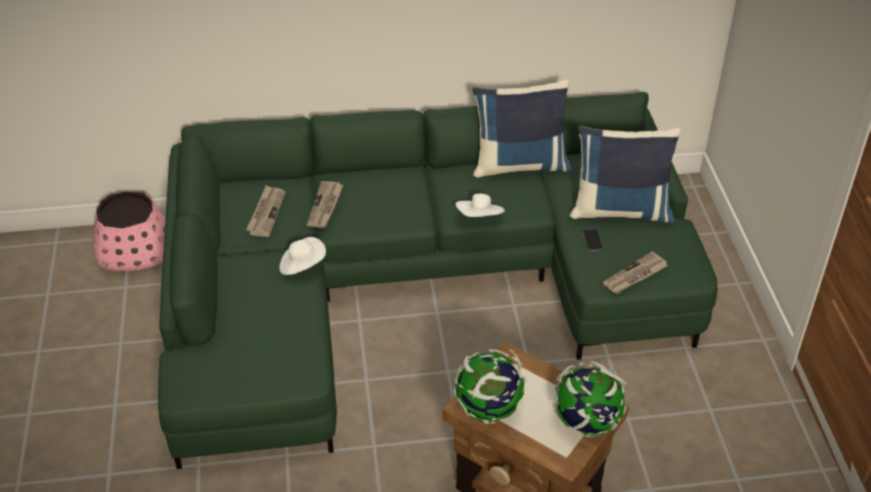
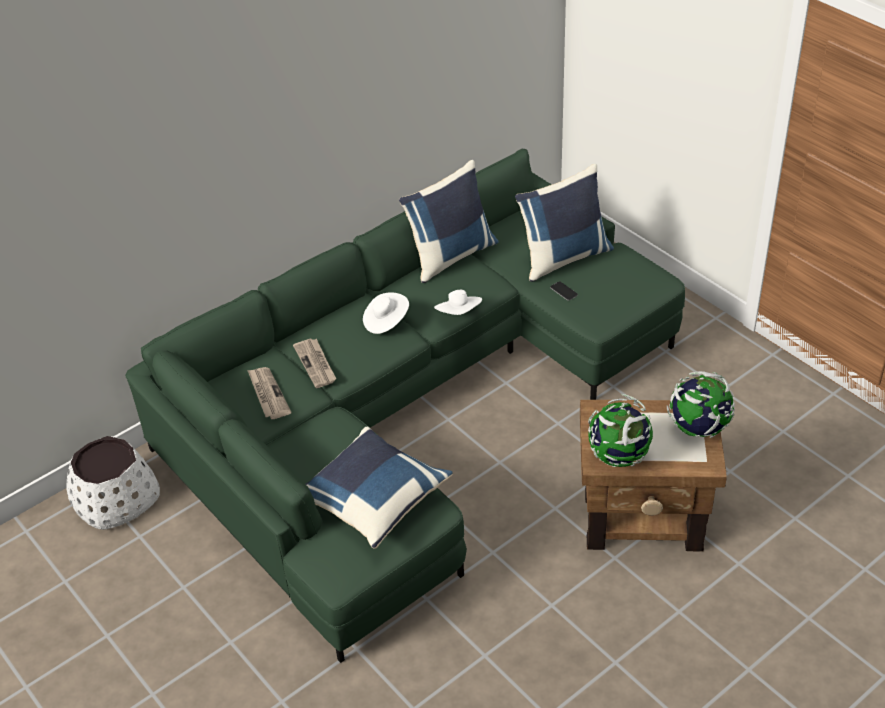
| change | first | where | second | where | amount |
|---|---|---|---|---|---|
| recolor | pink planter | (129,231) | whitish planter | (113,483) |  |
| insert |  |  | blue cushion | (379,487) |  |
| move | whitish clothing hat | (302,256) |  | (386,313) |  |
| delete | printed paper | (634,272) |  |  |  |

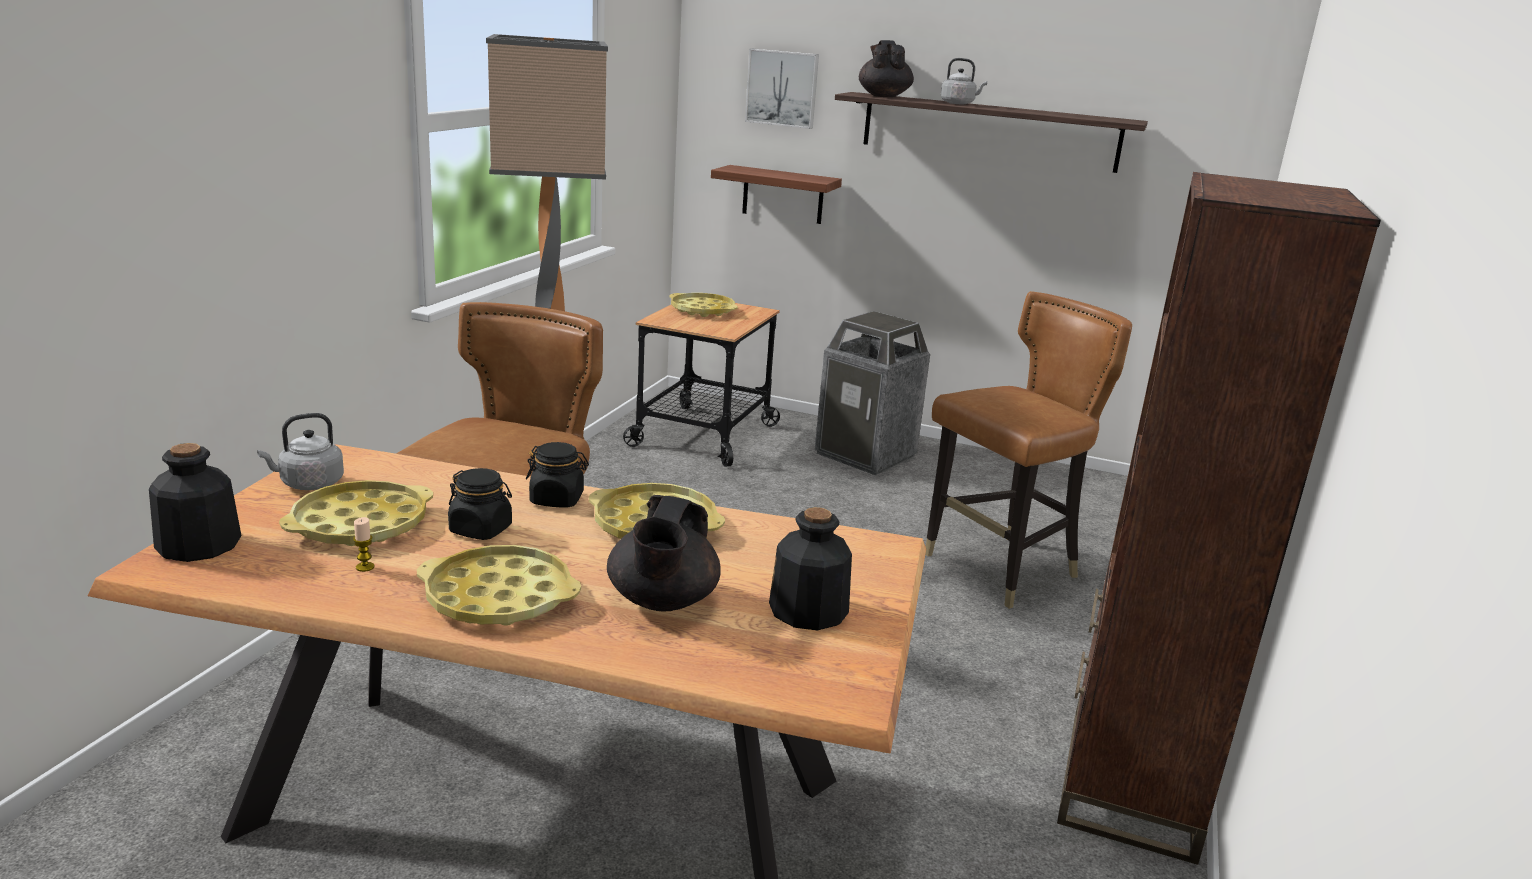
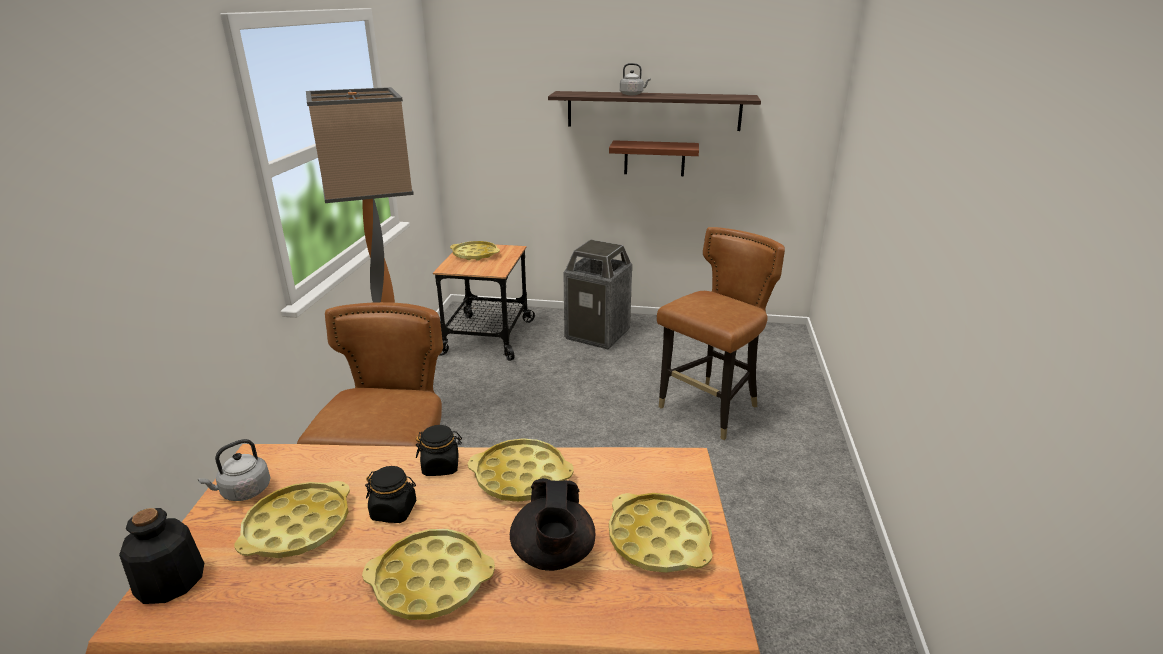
| change | first | where | second | where | amount |
|---|---|---|---|---|---|
| move | bracket shelf | (776,194) |  | (654,158) |  |
| replace | beverage bottle | (810,568) | yellow-coloured serving tray | (661,533) |  |
| delete | candle | (363,544) |  |  |  |
| delete | wall art | (782,89) |  |  |  |
| delete | black-coloured teapot | (886,68) |  |  |  |
| delete | brown-coloured bookcase | (1219,518) |  |  |  |

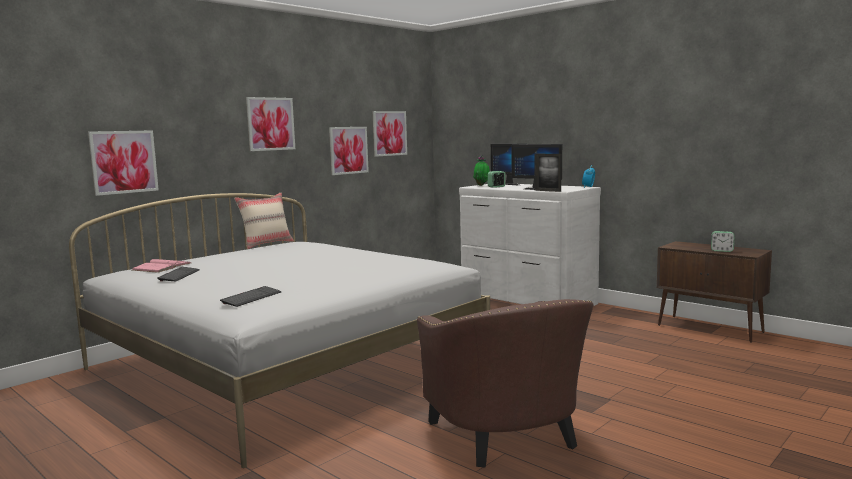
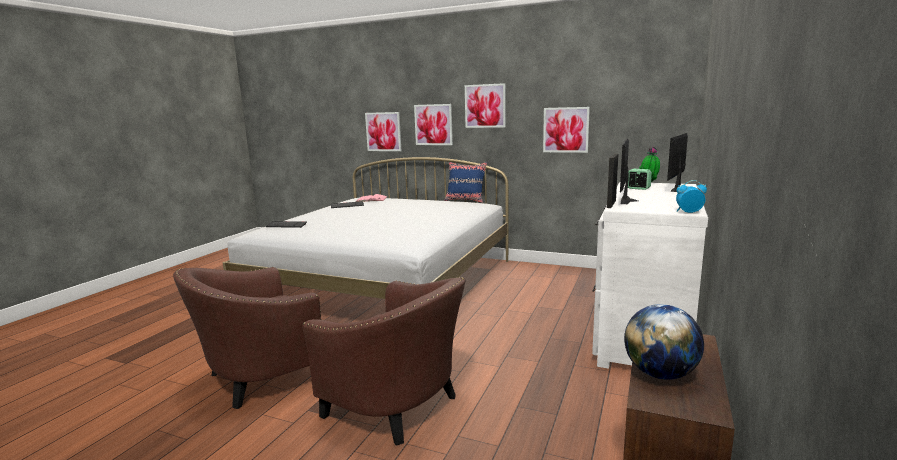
| change | first | where | second | where | amount |
|---|---|---|---|---|---|
| insert |  |  | brown-coloured easy chair | (383,361) |  |
| move | wall art | (390,134) |  | (433,124) |  |
| recolor | beige-coloured cushion | (264,221) | blue cushion | (466,182) |  |
| replace | table clock | (723,241) | globe | (664,342) |  |

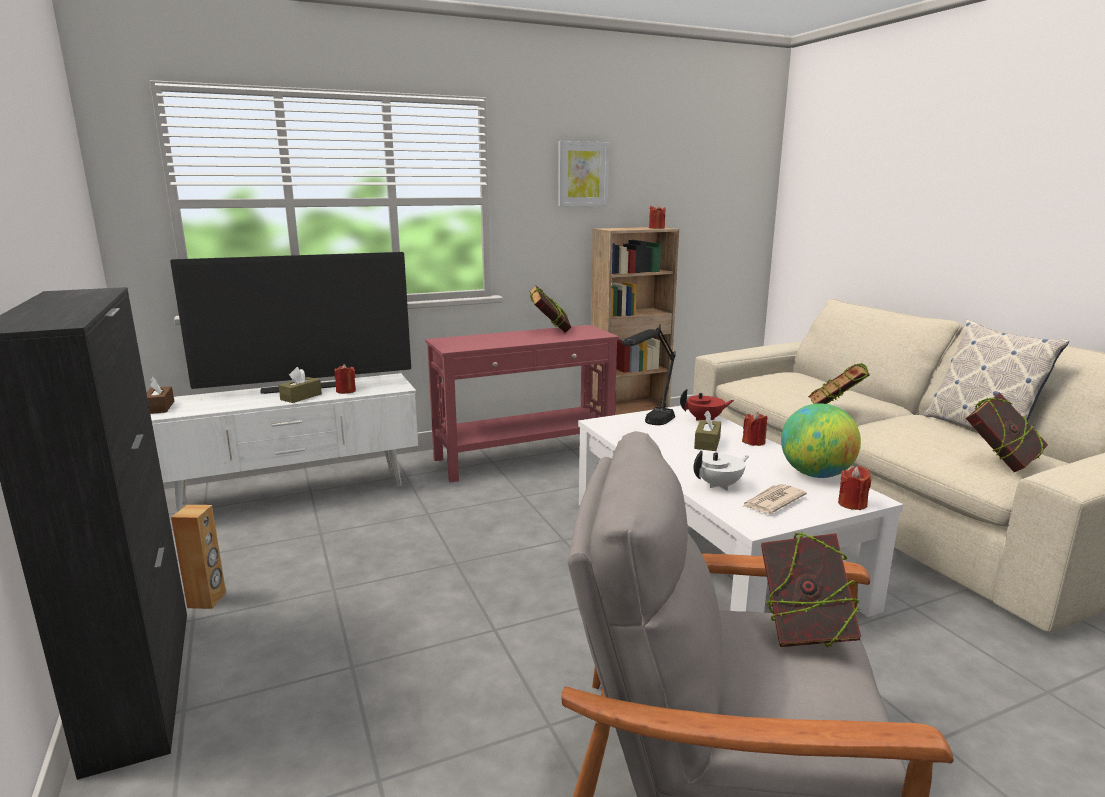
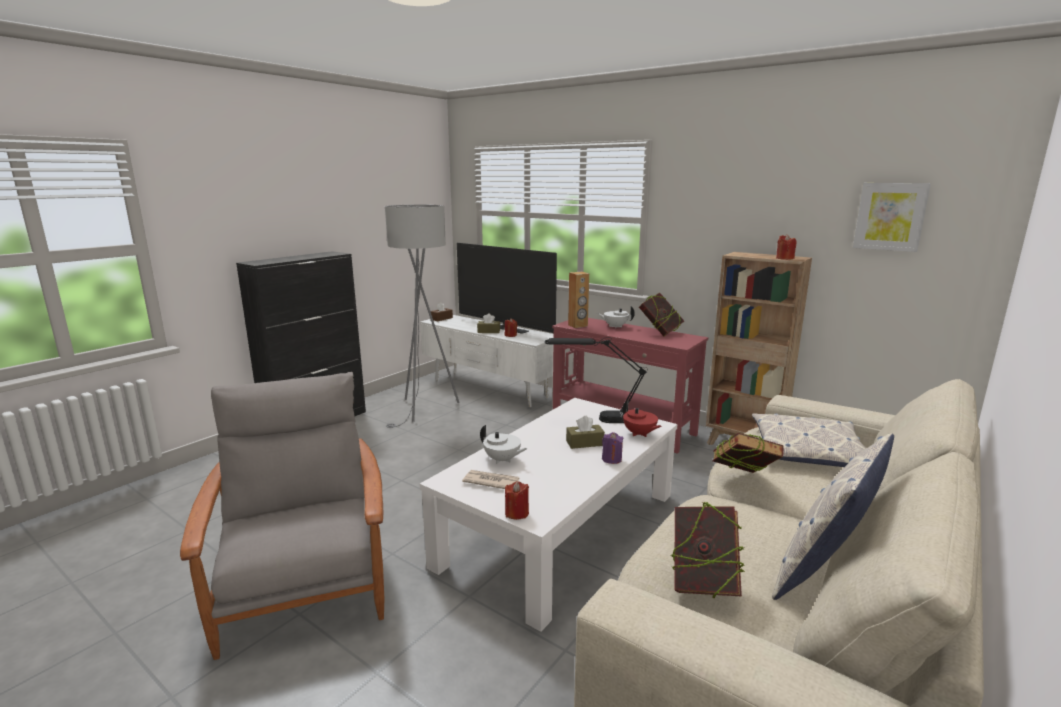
| change | first | where | second | where | amount |
|---|---|---|---|---|---|
| insert |  |  | gray floor lamp | (422,316) |  |
| move | brown-coloured audio speaker | (198,557) |  | (578,300) |  |
| insert |  |  | whitish teapot | (616,316) |  |
| recolor | reddish candle | (755,429) | purplish candle | (612,448) |  |
| insert |  |  | cushion | (809,440) |  |
| move | wall art | (583,174) |  | (892,217) |  |
| delete | book | (811,589) |  |  |  |
| delete | globe | (821,440) |  |  |  |

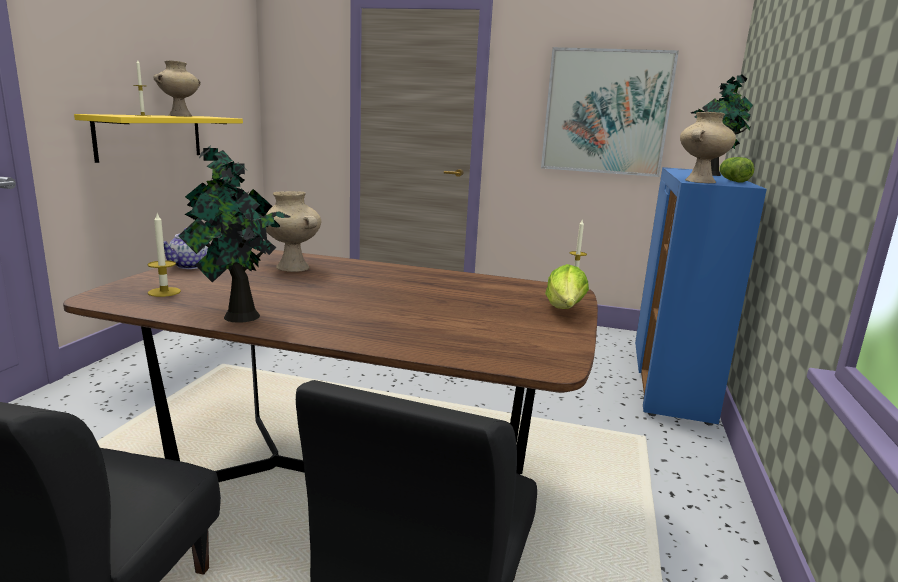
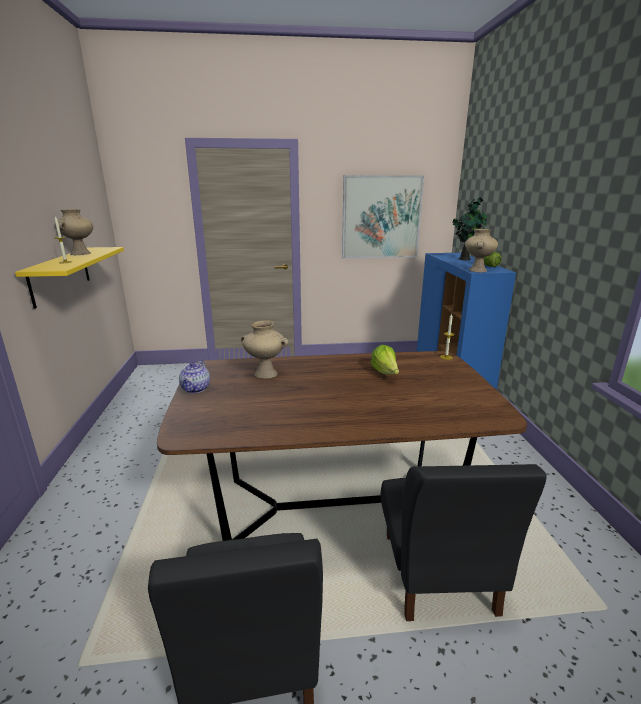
| change | first | where | second | where | amount |
|---|---|---|---|---|---|
| move | lettuce head | (567,286) |  | (385,360) |  |
| delete | candle | (164,255) |  |  |  |
| delete | houseplant | (234,234) |  |  |  |

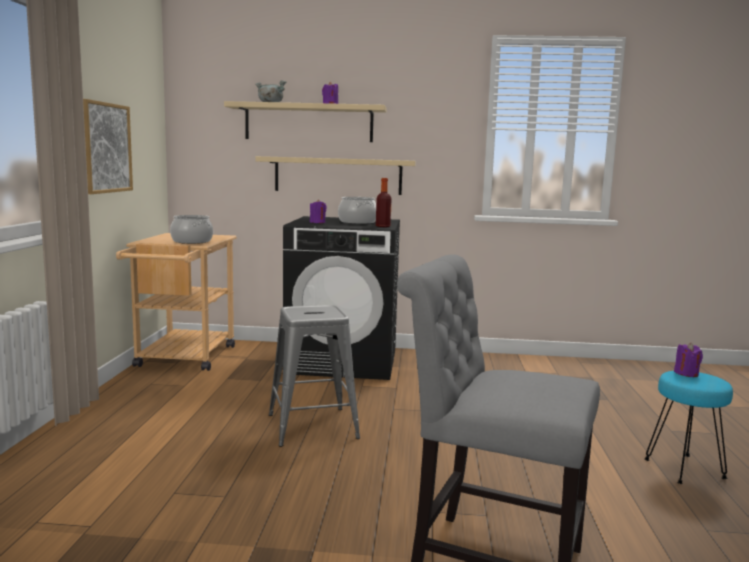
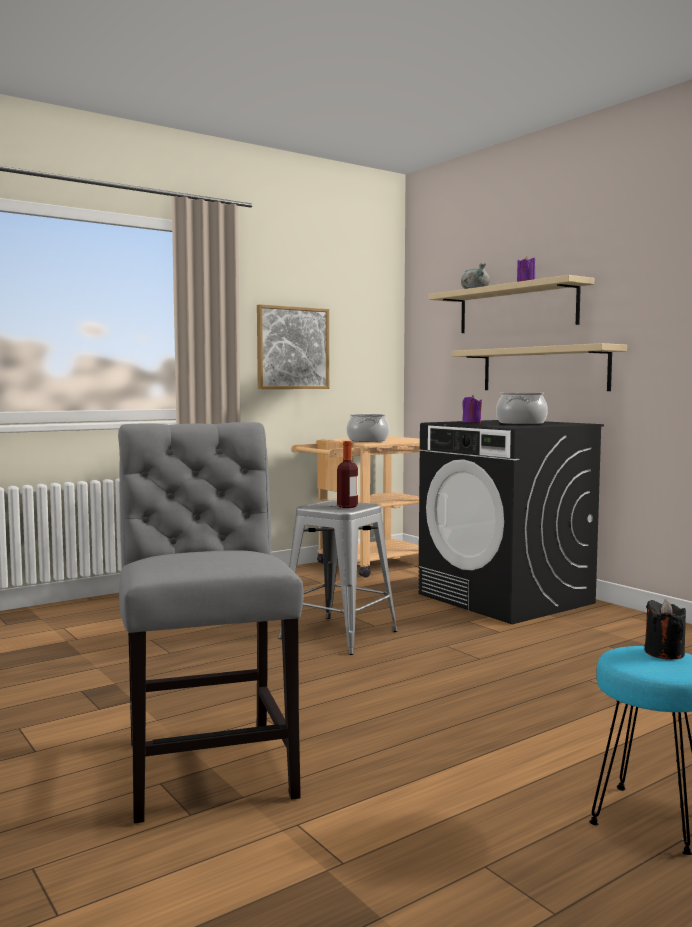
| change | first | where | second | where | amount |
|---|---|---|---|---|---|
| move | beverage bottle | (384,202) |  | (347,474) |  |
| recolor | purplish candle | (688,360) | black-coloured candle | (665,629) |  |

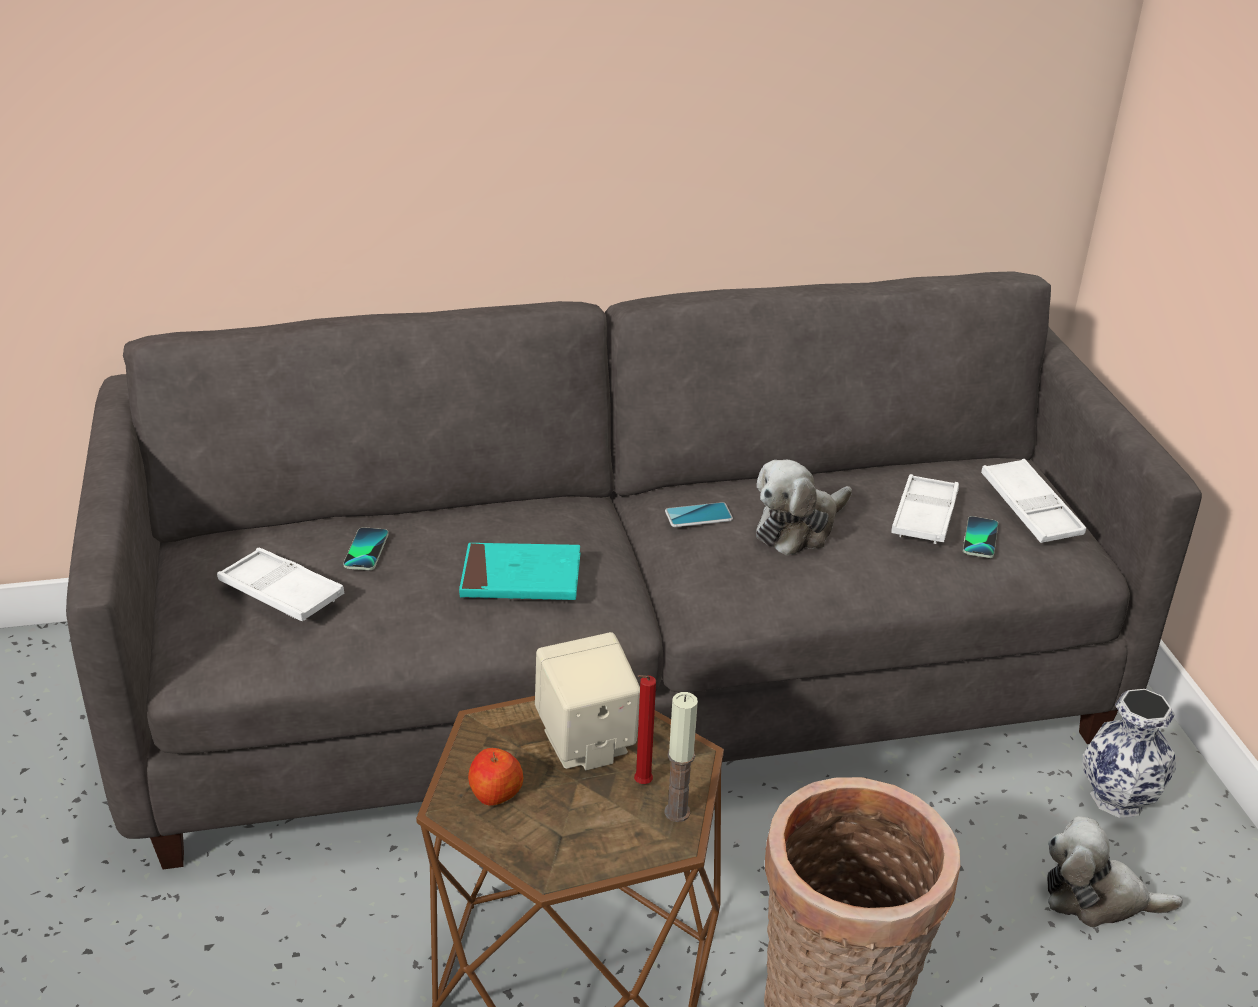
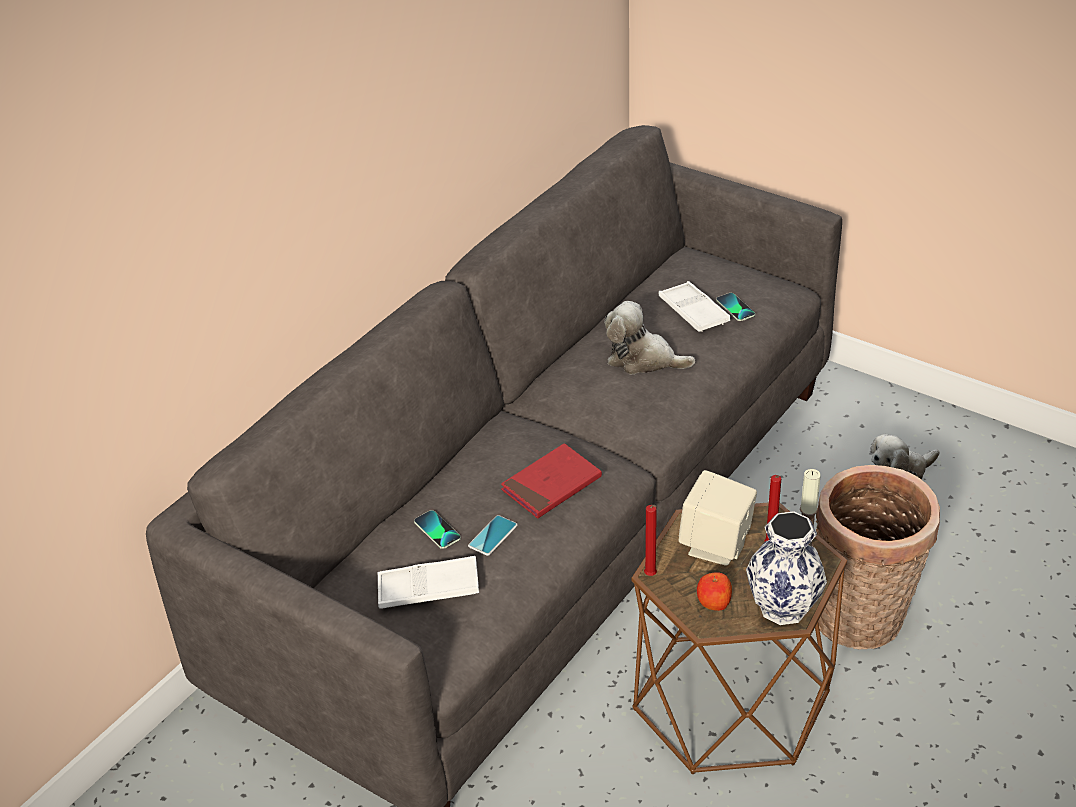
| change | first | where | second | where | amount |
|---|---|---|---|---|---|
| move | telephone | (699,514) |  | (493,535) |  |
| recolor | blue-green book | (519,571) | reddish book | (551,480) |  |
| rotate | plush toy | (804,508) |  | (650,337) | 105 degrees clockwise |
| insert |  |  | reddish candle | (650,540) |  |
| move | flower vase | (1129,753) |  | (786,568) |  |
| delete | whitish serving tray | (1033,501) |  |  |  |

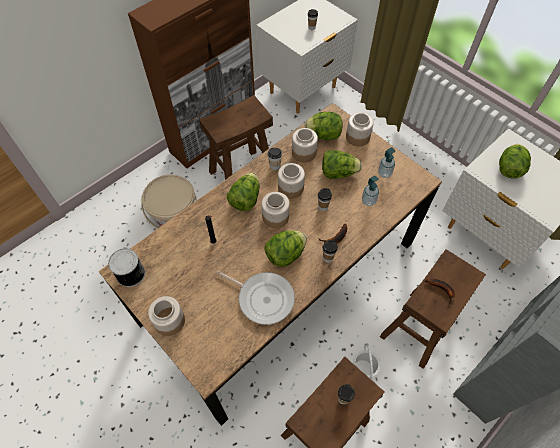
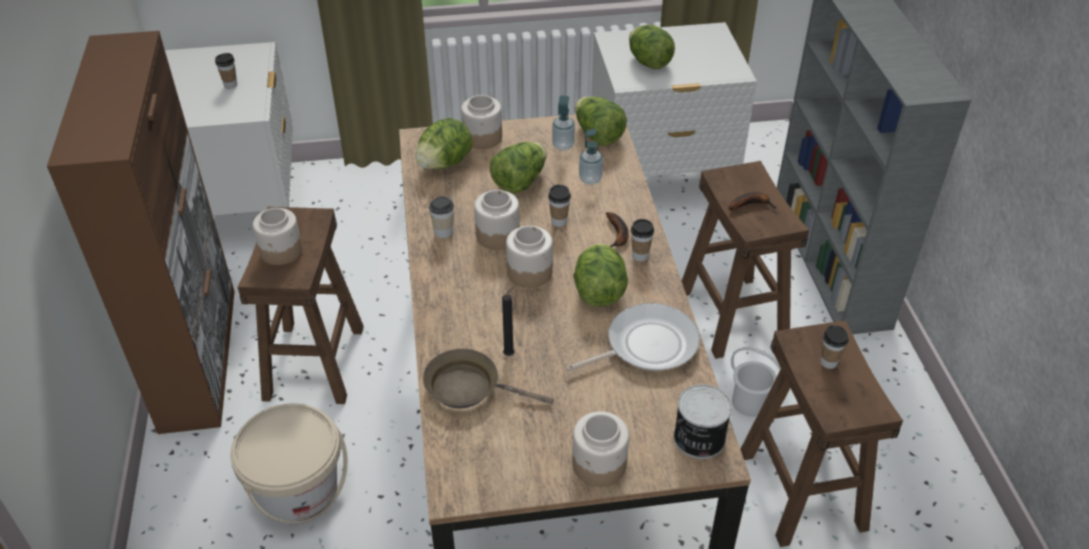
| change | first | where | second | where | amount |
|---|---|---|---|---|---|
| move | jar | (305,145) |  | (277,236) |  |
| insert |  |  | brown-coloured skillet | (488,378) |  |
| move | lettuce head | (243,192) |  | (601,121) |  |
| move | metal can | (126,267) |  | (703,421) |  |

